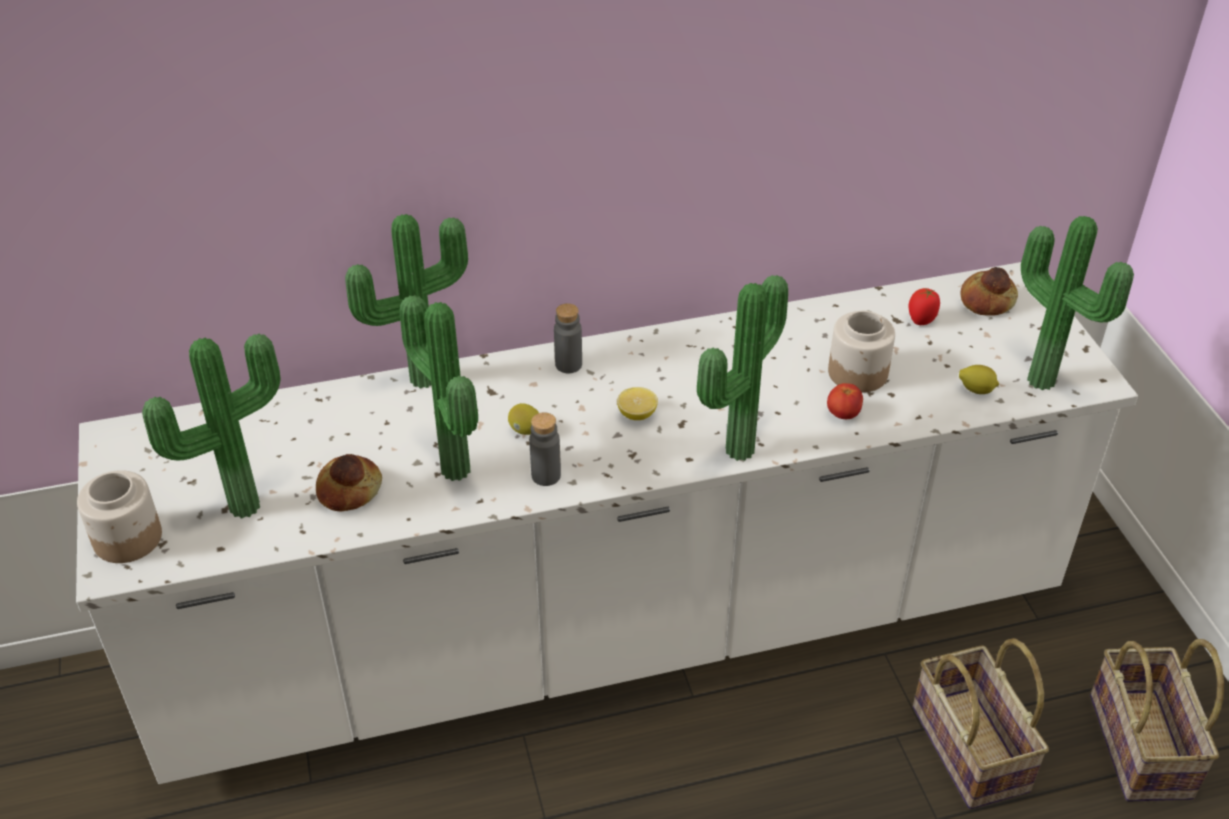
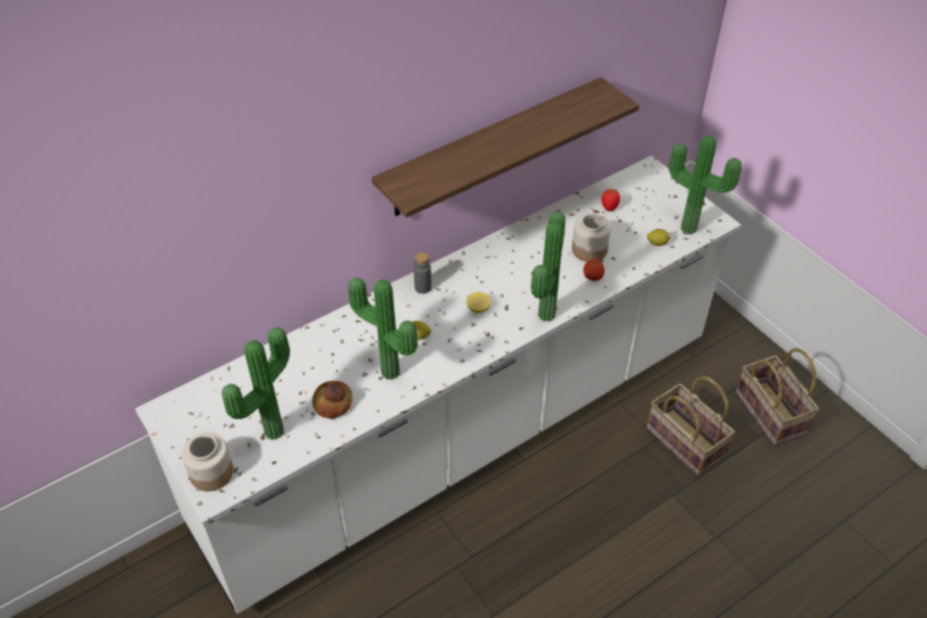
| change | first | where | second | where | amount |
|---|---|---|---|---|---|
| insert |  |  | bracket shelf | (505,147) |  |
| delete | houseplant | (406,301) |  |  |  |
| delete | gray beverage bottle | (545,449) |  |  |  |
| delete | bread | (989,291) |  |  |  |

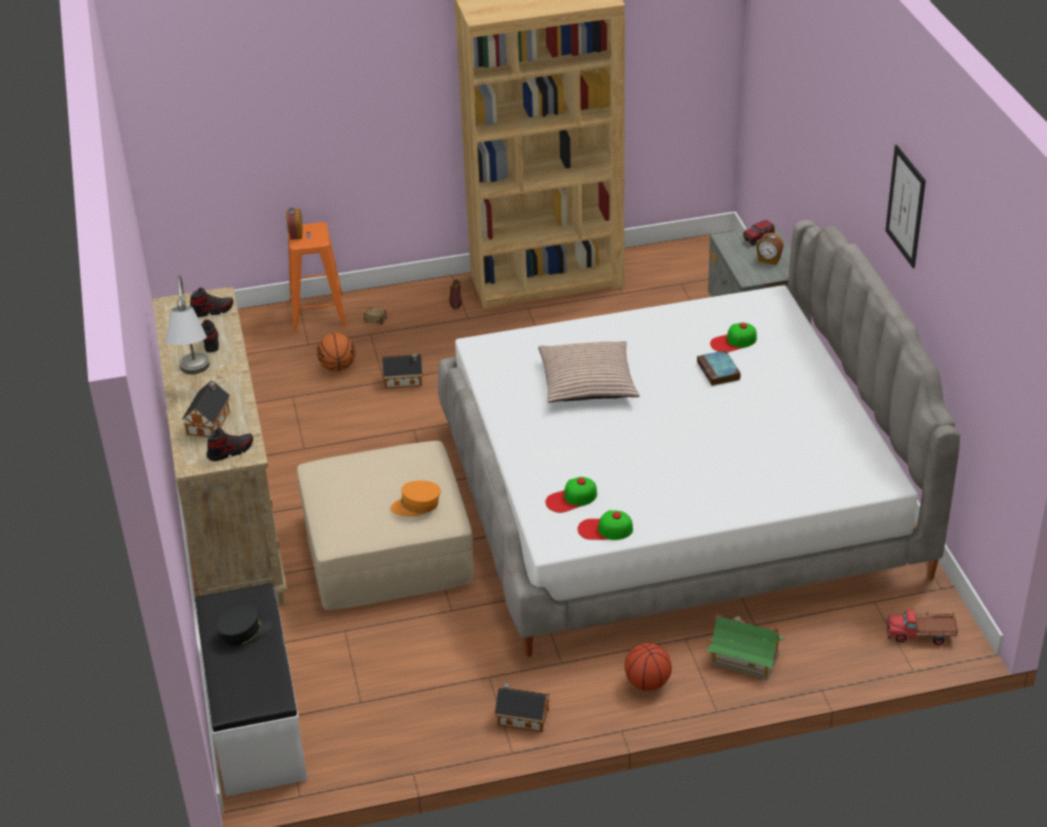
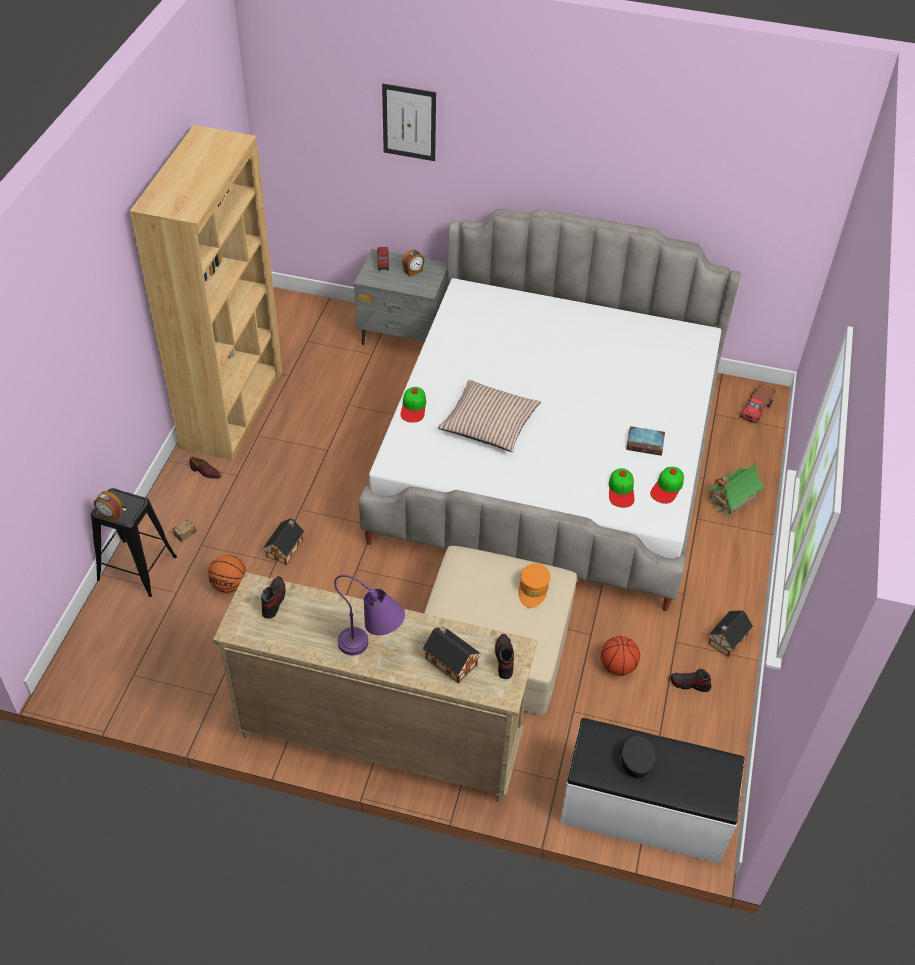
| change | first | where | second | where | amount |
|---|---|---|---|---|---|
| recolor | orange-coloured stool | (318,278) | black-coloured stool | (134,542) |  |
| recolor | gray lamp for a table | (187,324) | purplish lamp for a table | (369,615) |  |
| move | wall art | (905,206) |  | (409,122) |  |
| move | cap | (733,337) |  | (413,405) |  |
| move | basketball | (648,667) |  | (620,656) |  |
| move | book | (719,368) |  | (645,441) |  |
| move | low shoe | (210,336) |  | (691,680) |  |

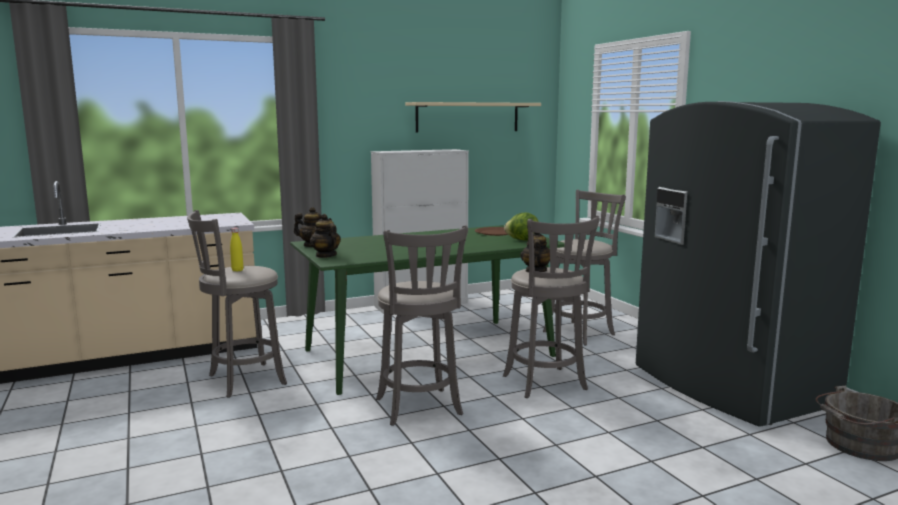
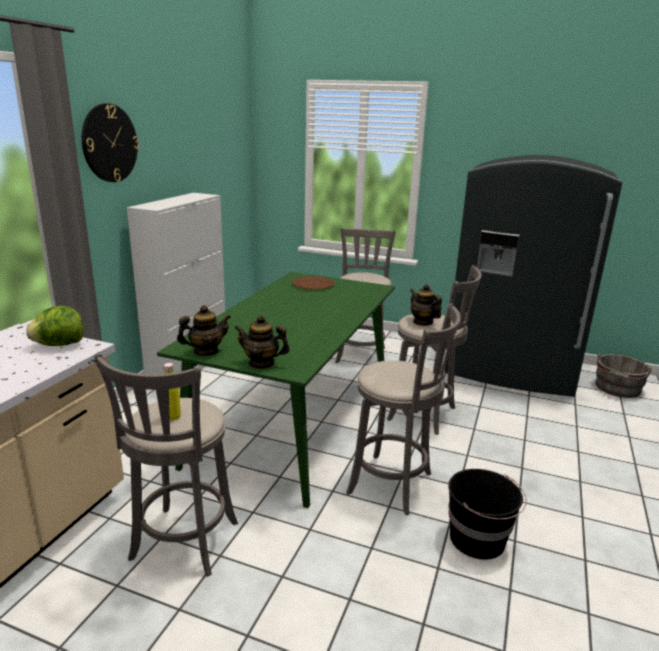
| change | first | where | second | where | amount |
|---|---|---|---|---|---|
| move | lettuce head | (521,226) |  | (55,326) |  |
| insert |  |  | clock on the wall | (110,142) |  |
| insert |  |  | black-coloured bucket | (487,514) |  |
| delete | beige-coloured bracket shelf | (473,117) |  |  |  |

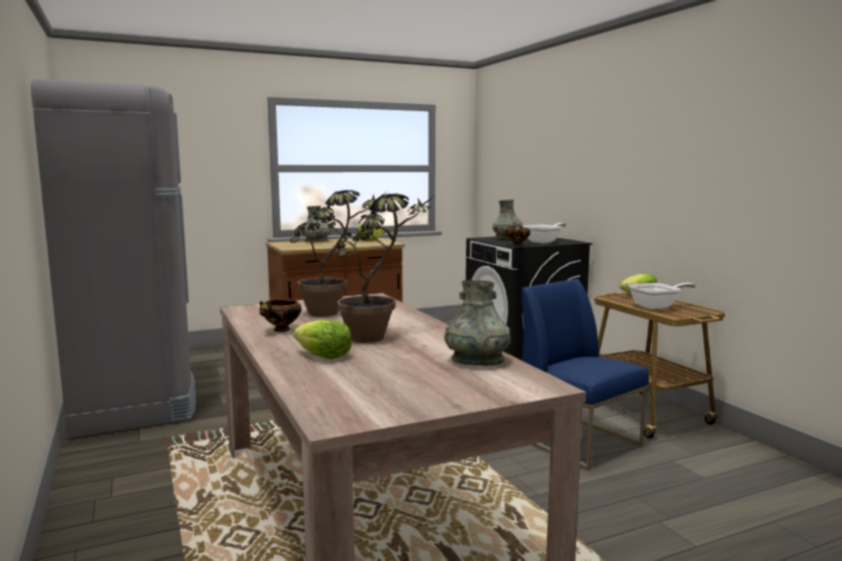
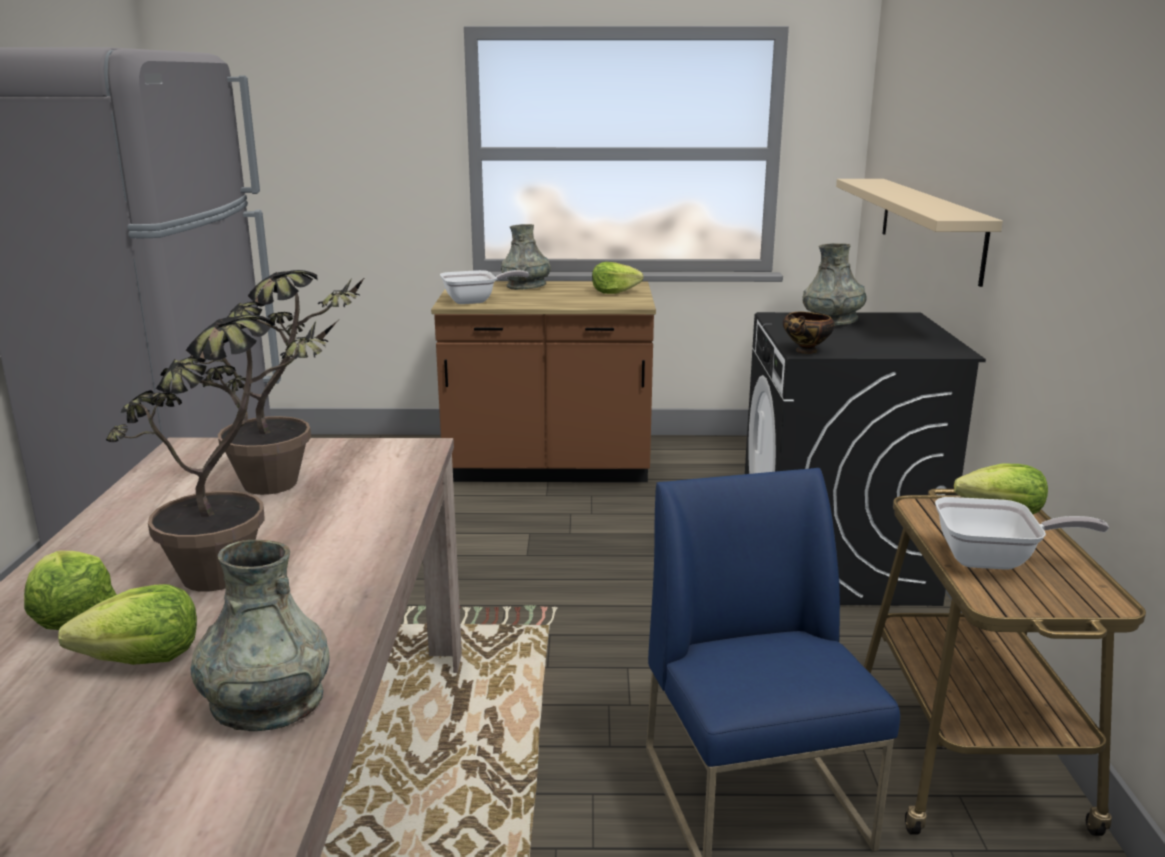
| change | first | where | second | where | amount |
|---|---|---|---|---|---|
| insert |  |  | lettuce head | (127,624) |  |
| move | skillet | (544,233) |  | (484,287) |  |
| insert |  |  | beige-coloured bracket shelf | (919,233) |  |
| delete | deep dish | (281,315) |  |  |  |

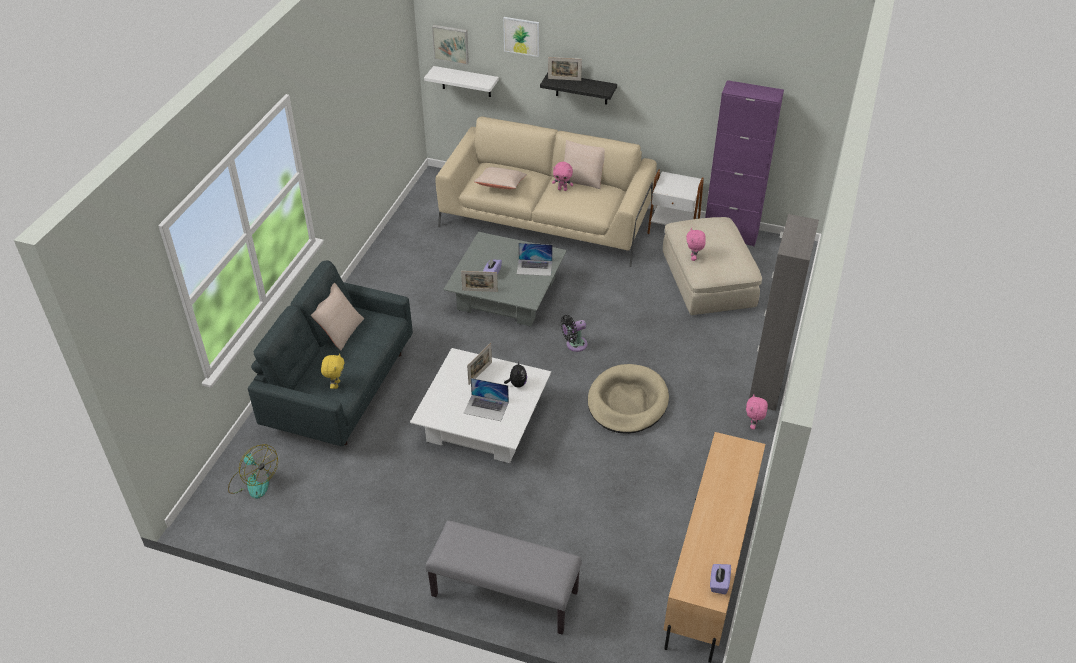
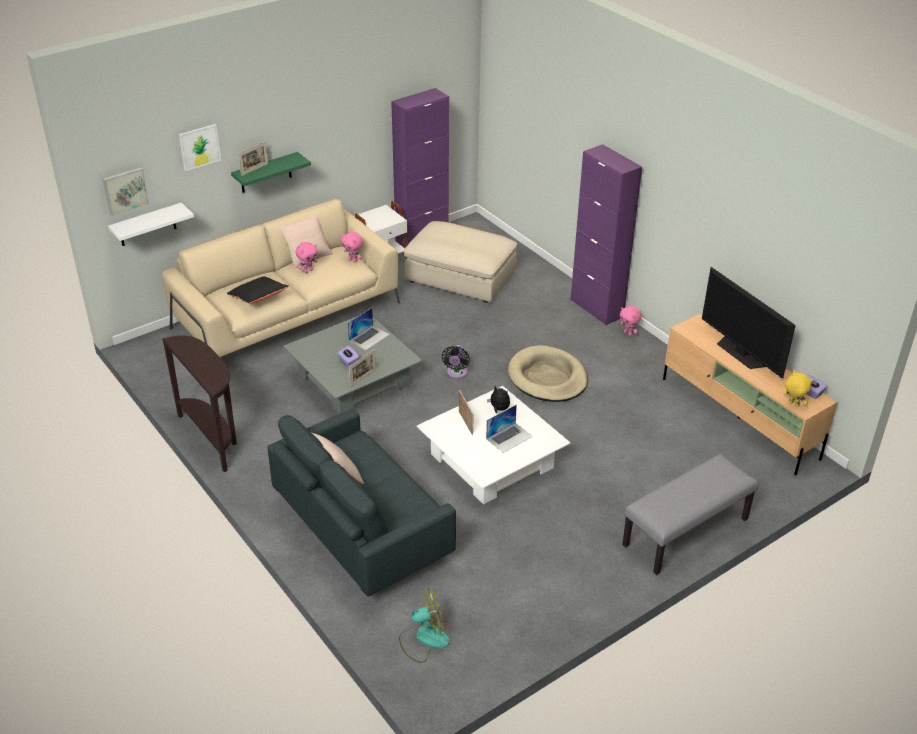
| change | first | where | second | where | amount |
|---|---|---|---|---|---|
| insert |  |  | brown-coloured console table | (199,403) |  |
| recolor | beige-coloured cushion | (500,178) | black-coloured cushion | (258,290) |  |
| recolor | black-coloured bracket shelf | (578,89) | greenish bracket shelf | (271,172) |  |
| move | pink plush toy | (696,244) |  | (352,247) |  |
| recolor | gray cupboard | (784,312) | purplish cupboard | (606,234) |  |
| insert |  |  | television | (749,322) |  |
| move | yellow-coloured plush toy | (332,371) |  | (798,388) |  |

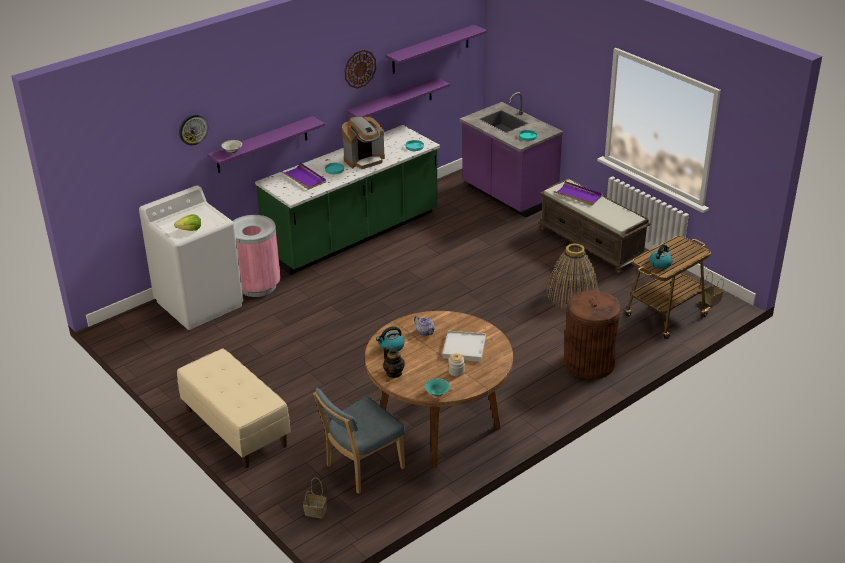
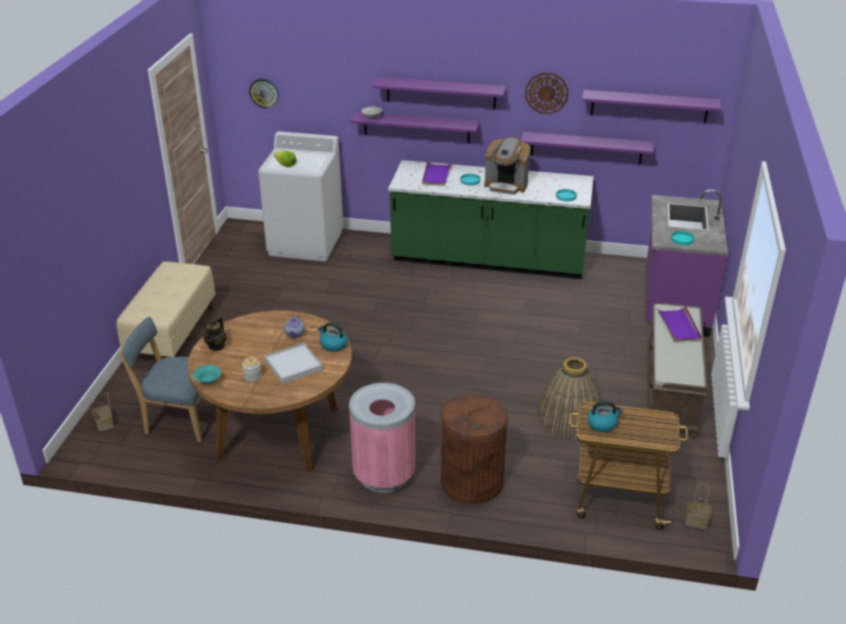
| change | first | where | second | where | amount |
|---|---|---|---|---|---|
| move | clock on the wall | (193,130) |  | (264,93) |  |
| move | tea kettle | (390,339) |  | (333,337) |  |
| move | pink rubbish bin | (257,256) |  | (382,438) |  |
| insert |  |  | purplish bracket shelf | (439,93) |  |

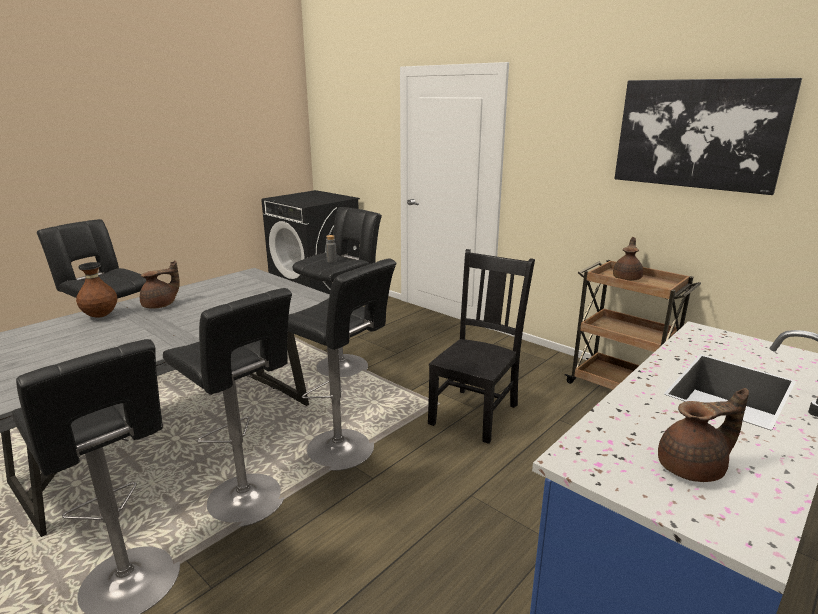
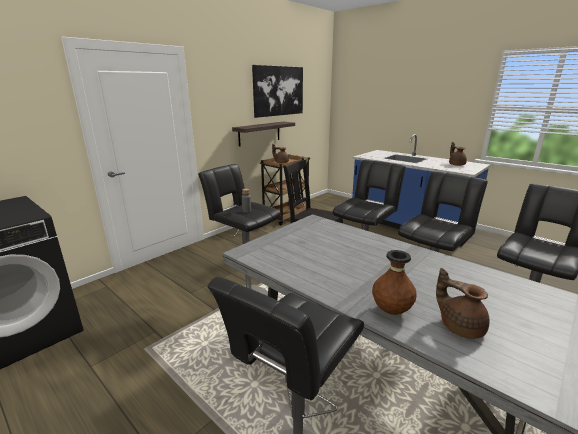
| change | first | where | second | where | amount |
|---|---|---|---|---|---|
| insert |  |  | bracket shelf | (263,134) |  |
| move | brown-coloured teapot | (160,284) |  | (463,303) |  |

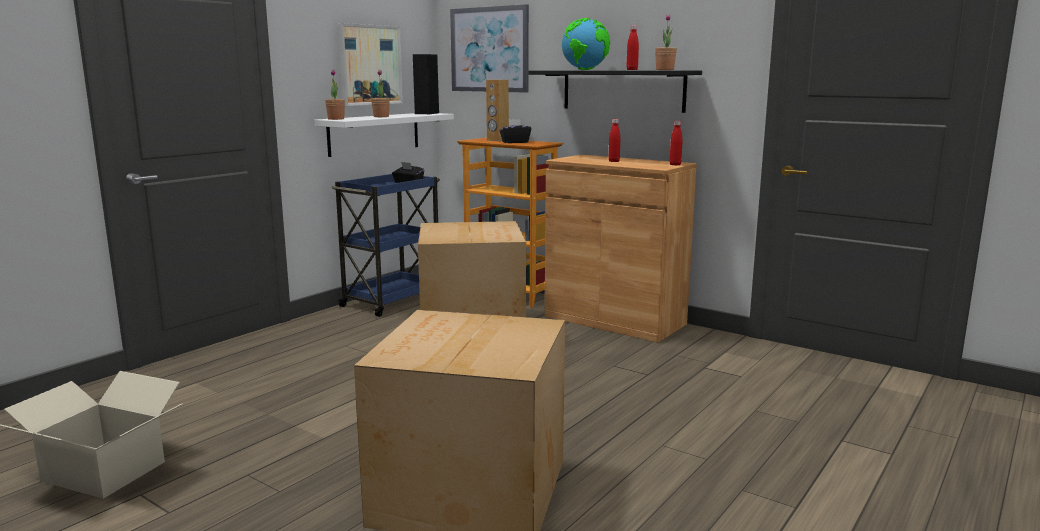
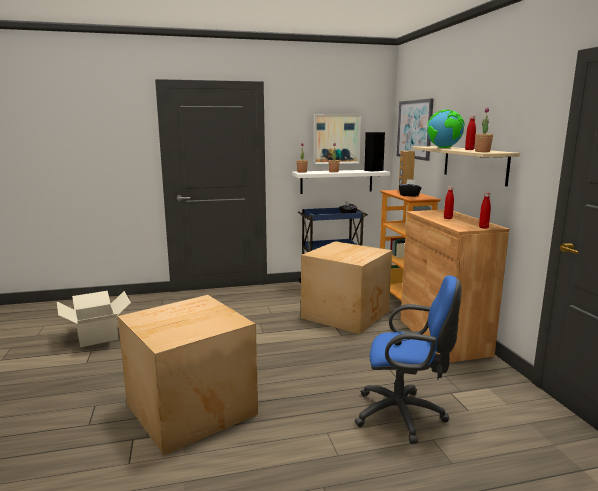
| change | first | where | second | where | amount |
|---|---|---|---|---|---|
| insert |  |  | blue office chair | (408,360) |  |
| recolor | black-coloured bracket shelf | (615,91) | beige-coloured bracket shelf | (466,166) |  |

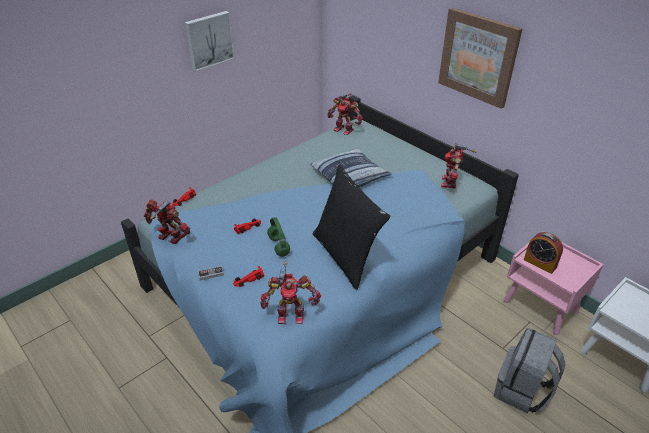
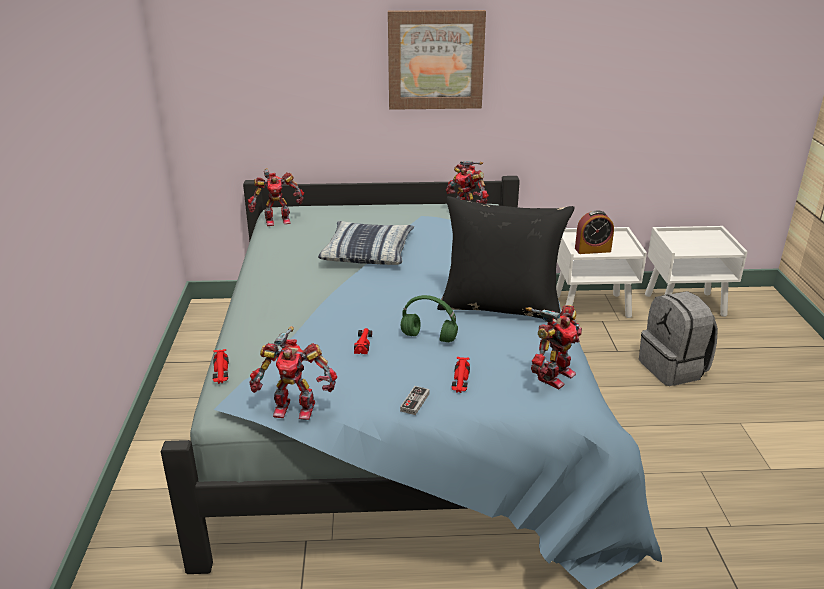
| change | first | where | second | where | amount |
|---|---|---|---|---|---|
| rotate | robot figure | (167,221) |  | (293,373) | 150 degrees counterclockwise |
| recolor | pink nightstand | (554,288) | whitish nightstand | (601,272) |  |
| delete | wall art | (209,41) |  |  |  |

